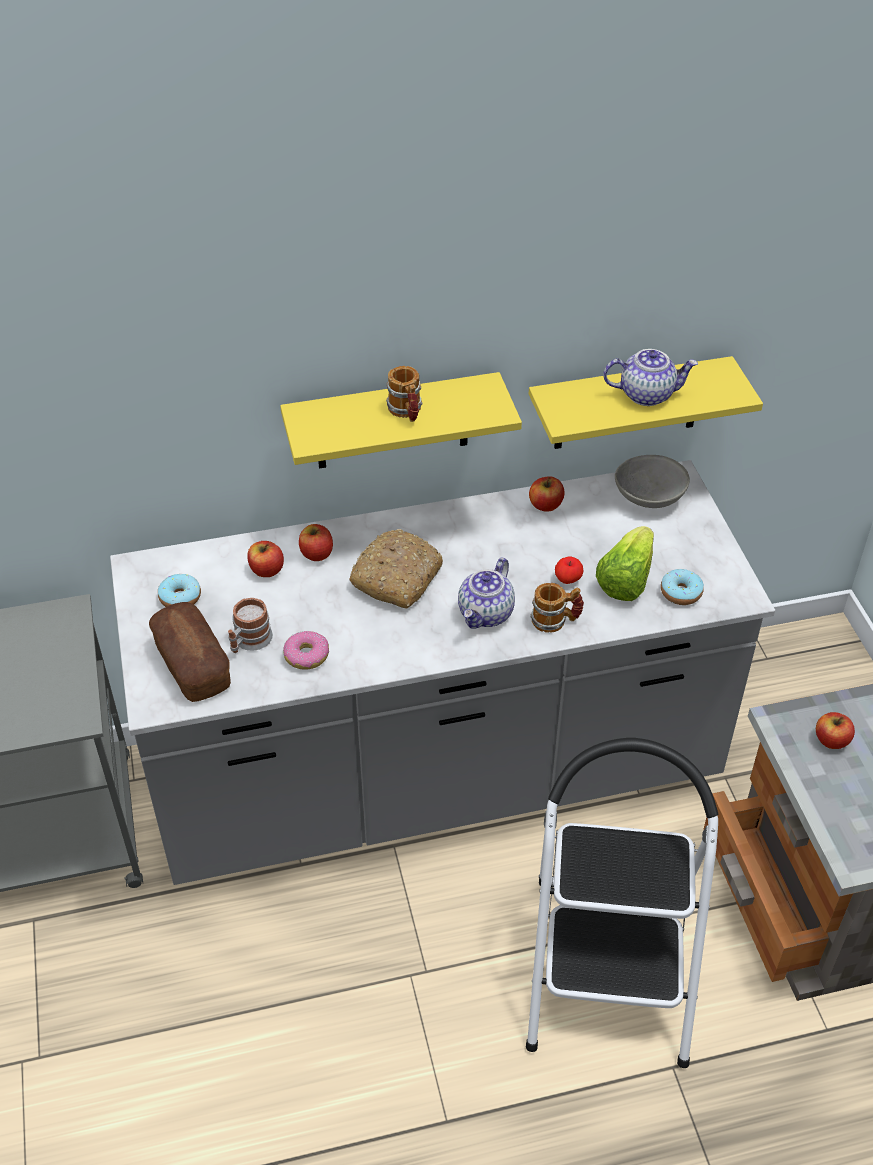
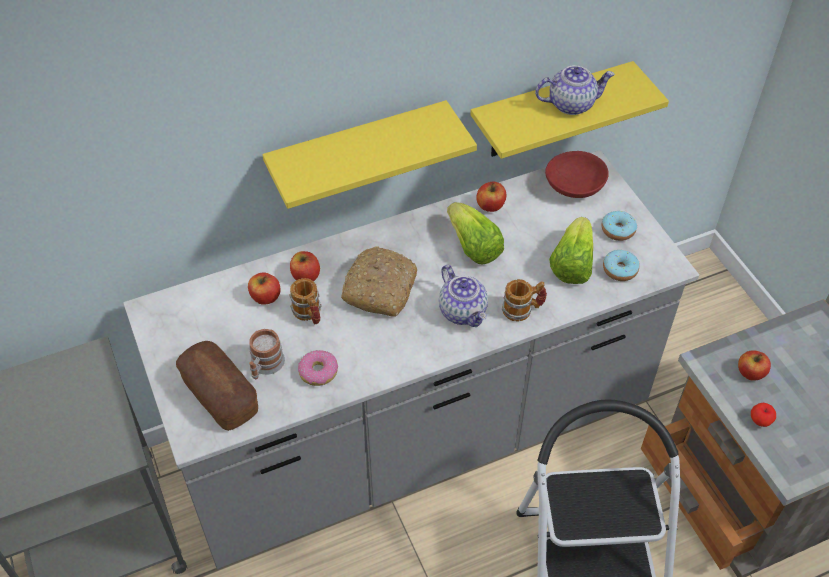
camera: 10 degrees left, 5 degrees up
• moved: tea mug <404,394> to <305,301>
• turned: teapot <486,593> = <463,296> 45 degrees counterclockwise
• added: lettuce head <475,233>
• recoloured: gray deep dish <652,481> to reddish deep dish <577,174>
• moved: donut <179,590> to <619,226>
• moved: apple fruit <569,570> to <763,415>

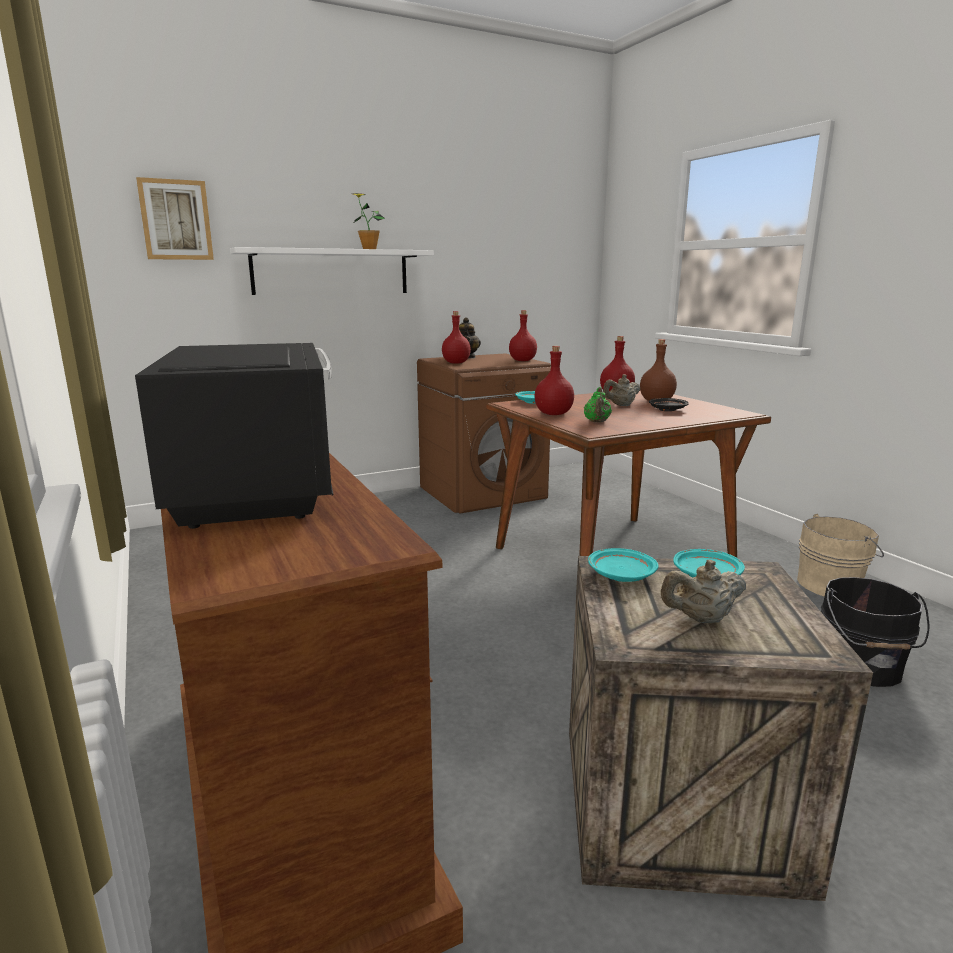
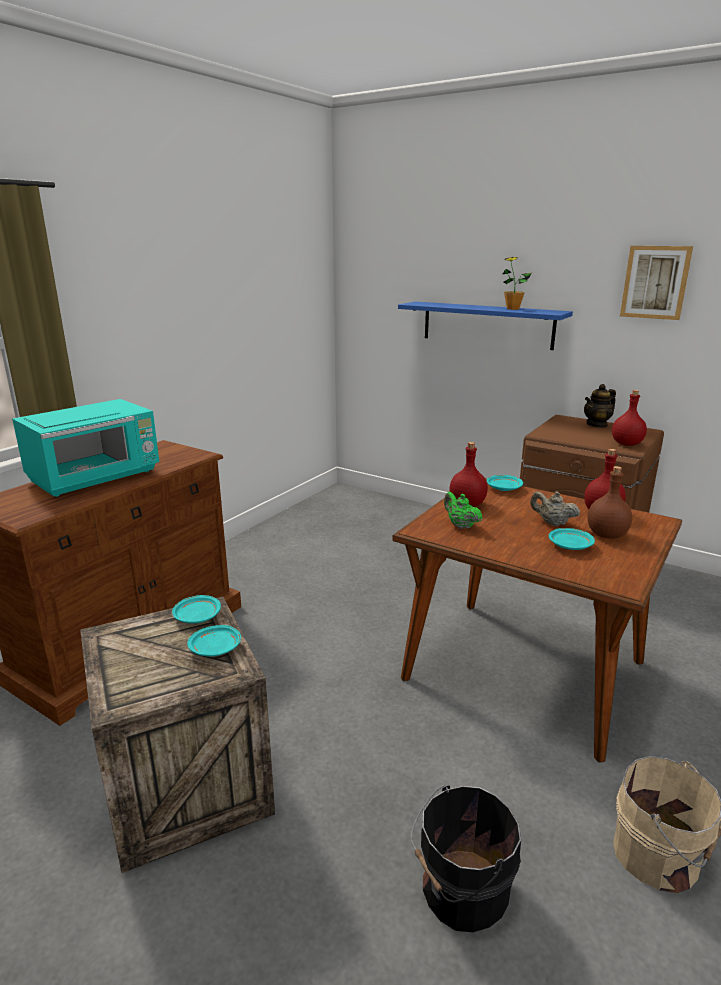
camera: 60 degrees right, 5 degrees up
• recoloured: black-coloured microwave oven <234,436> to turquoise microwave oven <85,448>
• recoloured: whitish bracket shelf <332,271> to blue-coloured bracket shelf <485,325>
• turned: green-coloured teapot <598,405> = <463,510> 75 degrees clockwise
• recoloured: black-coloured plate <669,404> to turquoise plate <572,539>
• moved: picture <175,218> to <656,283>
• removed: reddish bottle <456,337>
• removed: beige-coloured teapot <703,591>

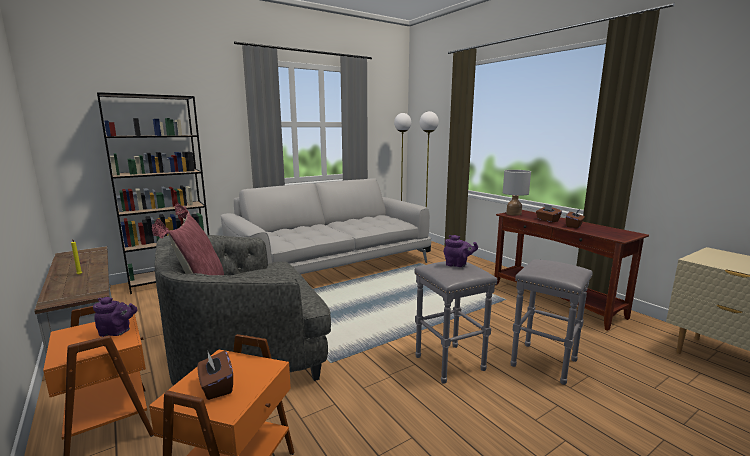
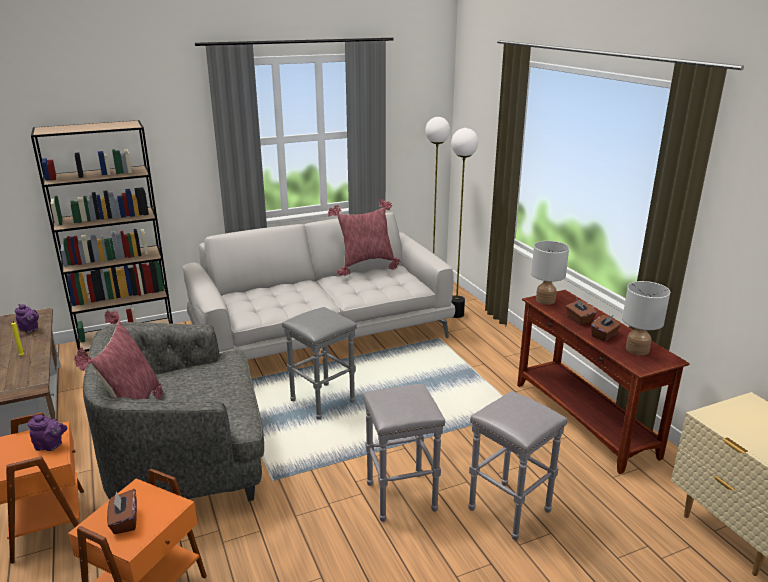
camera: 10 degrees right, 10 degrees up
• moved: purplish teapot <461,251> to <27,318>
• added: gray sitting stool <319,363>
• added: reddish cushion <364,237>
• added: gray lamp for a table <646,318>

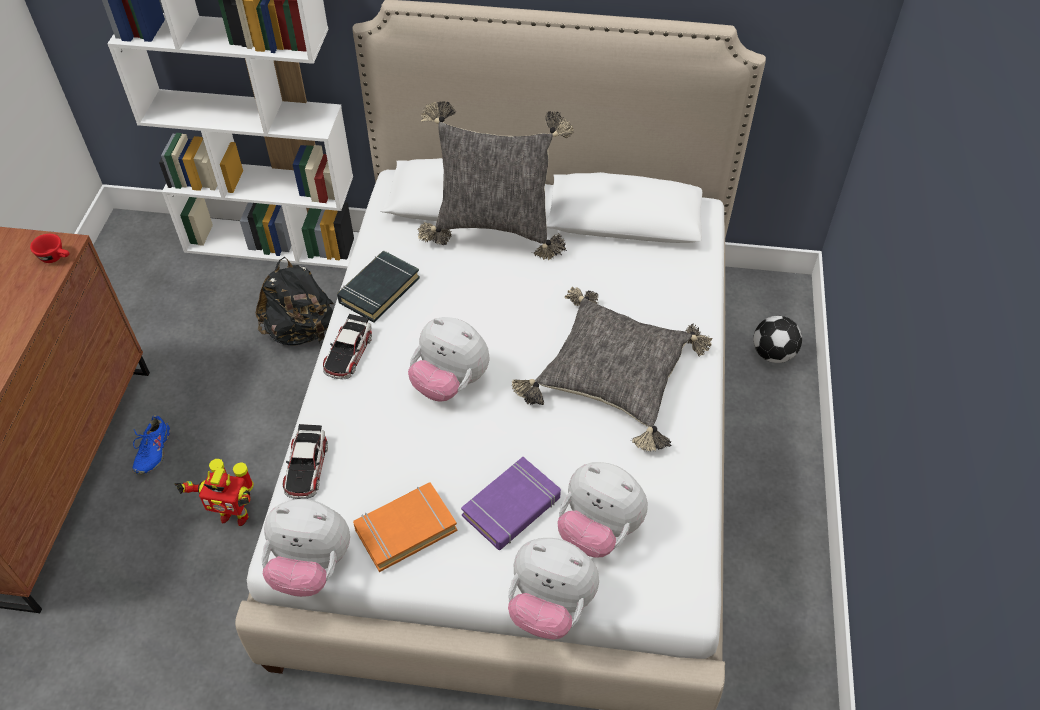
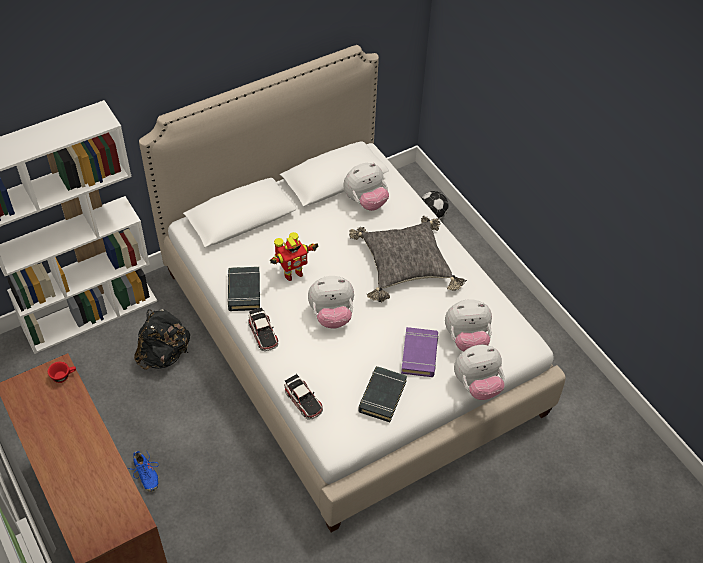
camera: 40 degrees left, 0 degrees up
• moved: model robot <214,492> to <294,256>
• moved: cuddly toy <305,548> to <366,187>
• recoloured: orange-coloured volume <405,527> to black-coloured volume <382,394>
• removed: cushion <496,180>

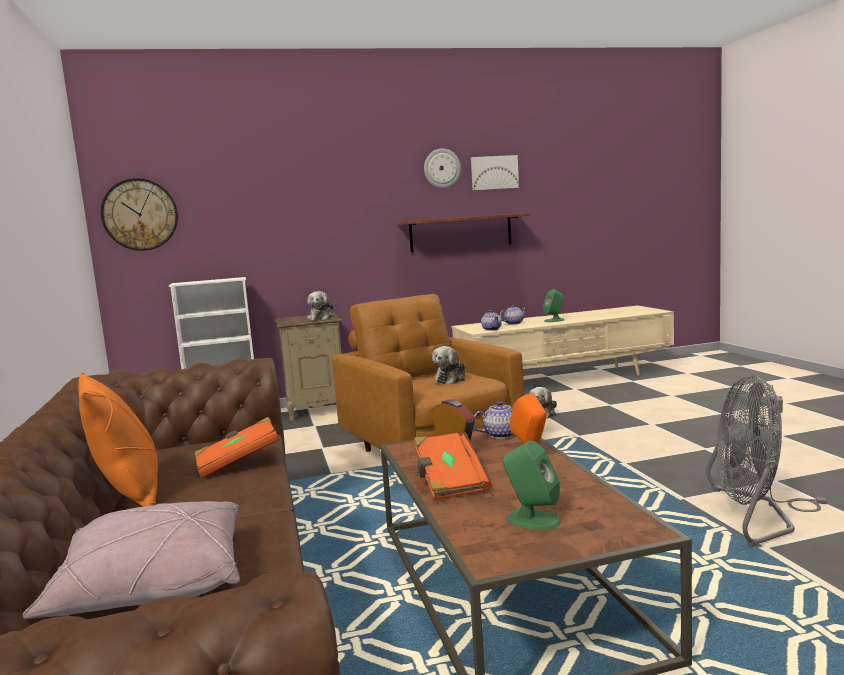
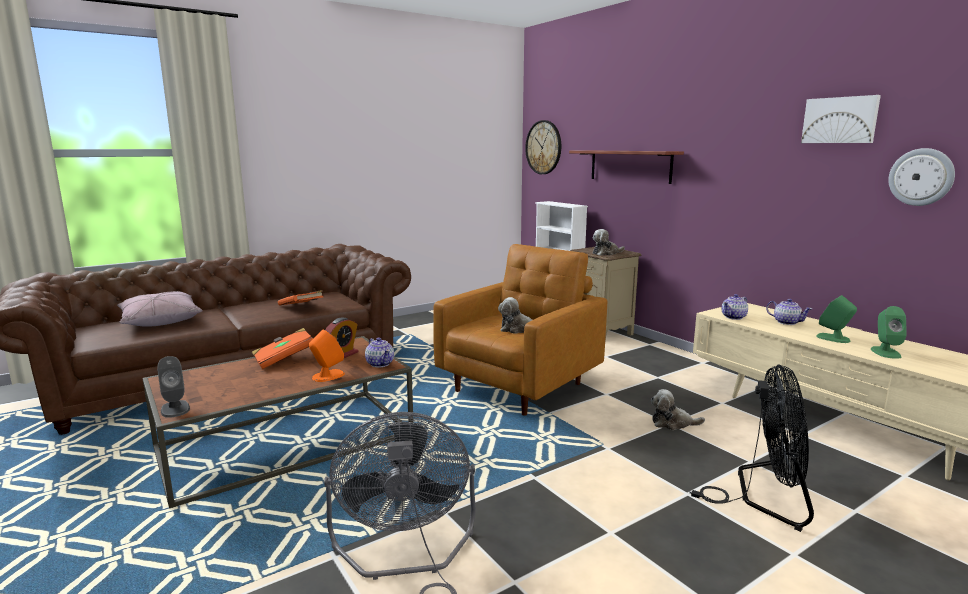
camera: 70 degrees right, 5 degrees up
• added: gray speaker <173,387>
• moved: bracket shelf <463,232> to <626,167>
• added: black-coloured electric fan <751,448>
• moved: green-coloured speaker <532,485> to <889,332>
• moved: clock on the wall <442,168> to <921,177>
• removed: orange-coloured cushion <118,439>

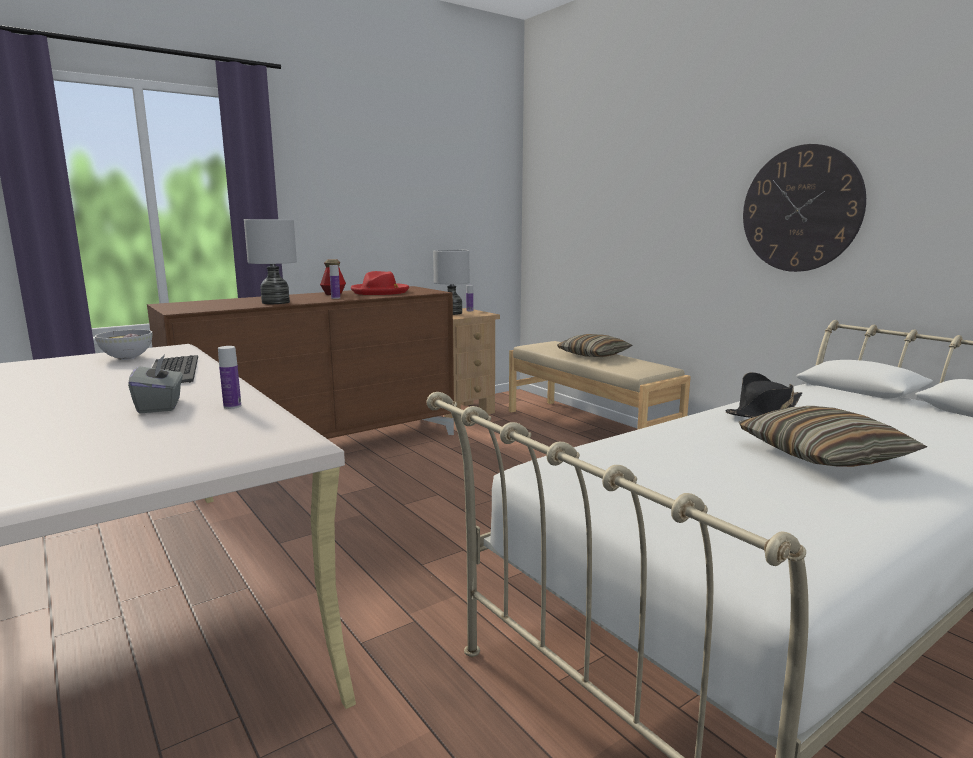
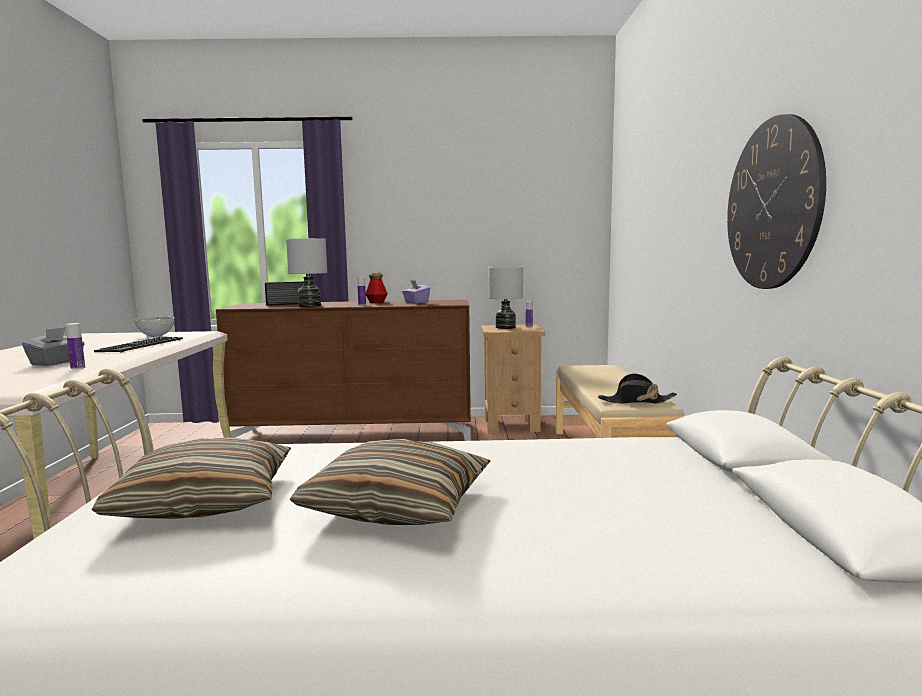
camera: 35 degrees right, 5 degrees down
• moved: cushion <595,345> to <191,478>
• added: radio <284,293>
• replaced: reddish clothing hat <380,283> to purplish box of tissues <416,291>
• moved: black-coloured clothing hat <764,395> to <637,389>

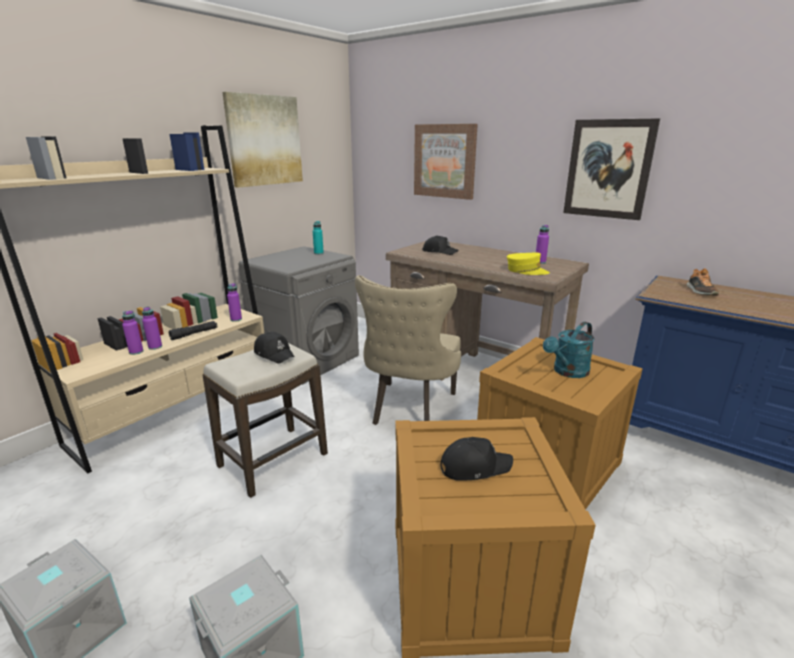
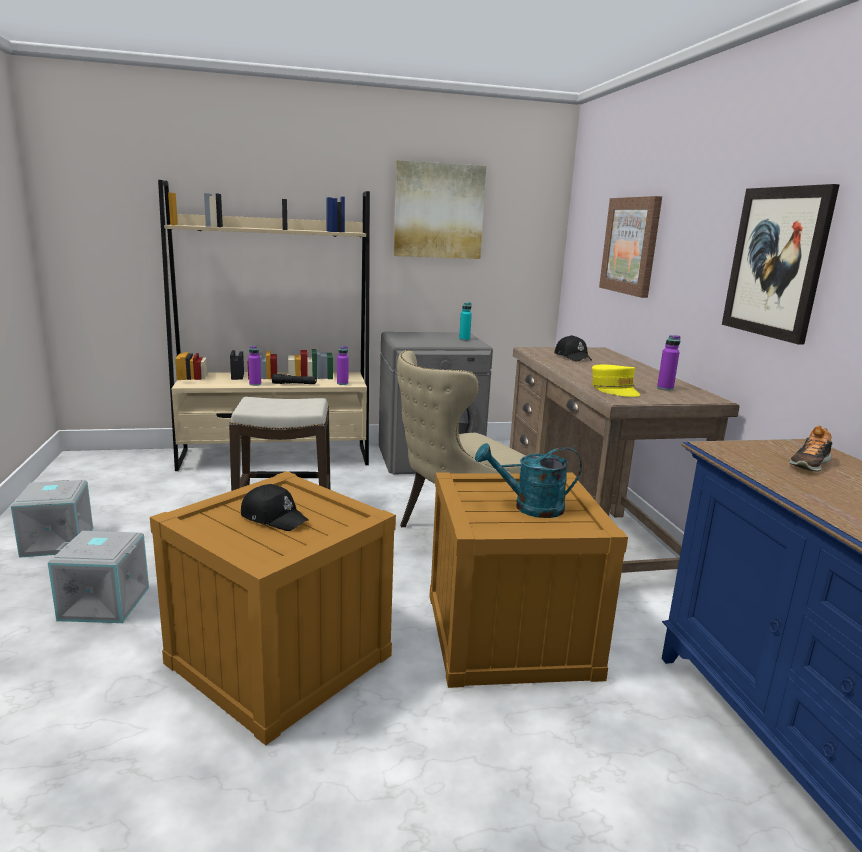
camera: 40 degrees right, 5 degrees down
• removed: purplish bottle <132,333>
• removed: black-coloured cap <274,347>

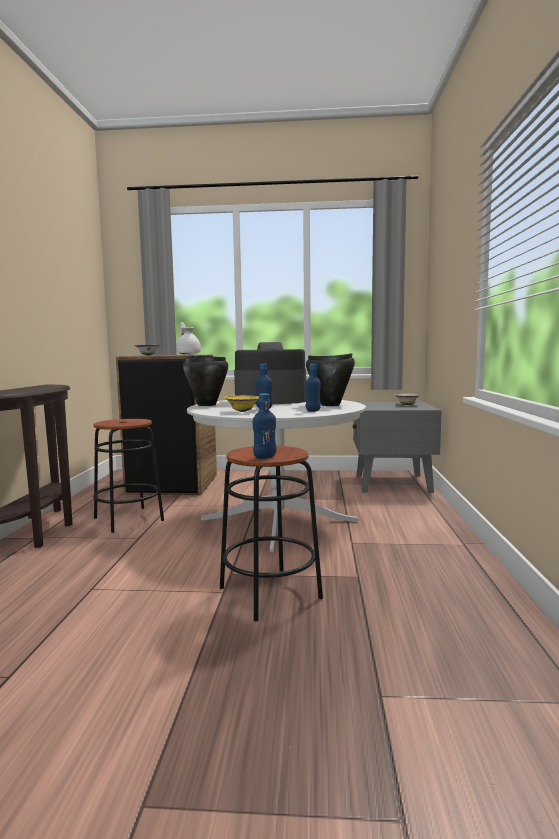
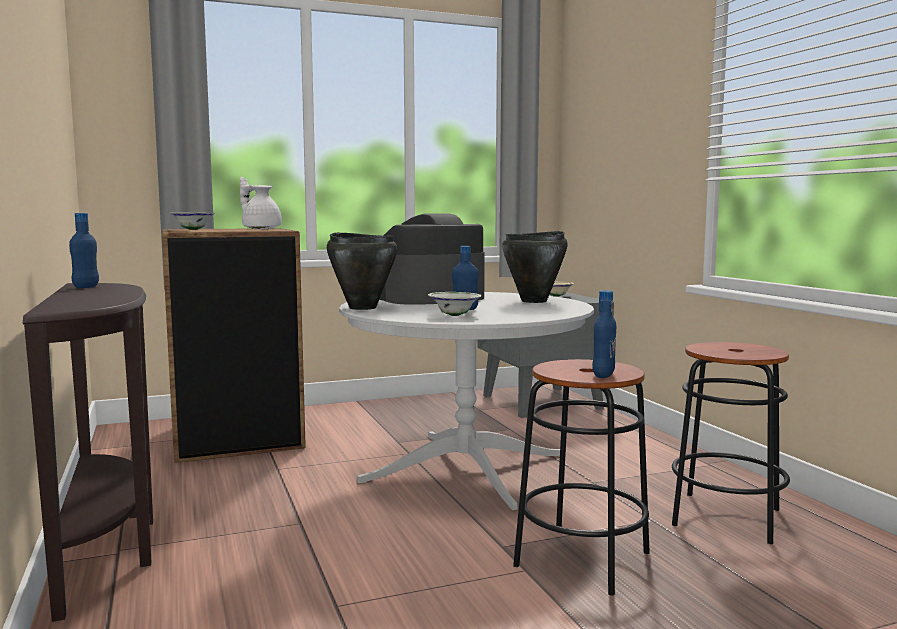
camera: 25 degrees left, 0 degrees up
• moved: blue-coloured bottle <313,388> to <84,250>
• recoloured: yellow-coloured deep dish <241,403> to whitish deep dish <455,304>
• moved: black-coloured sitting stool <128,476> to <731,443>

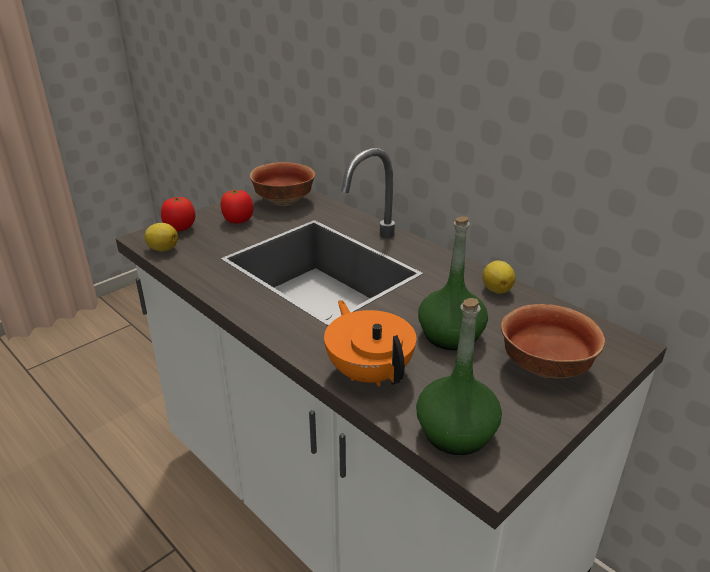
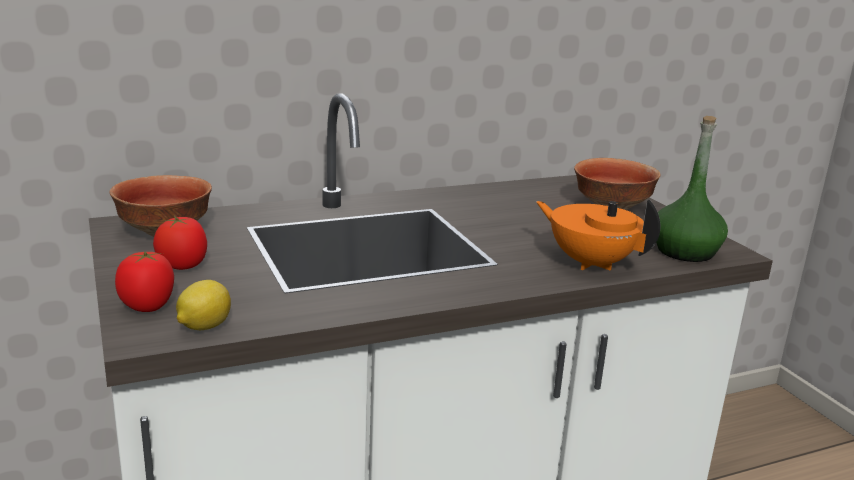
camera: 70 degrees left, 10 degrees down
• turned: orange-coloured teapot <370,343> = <598,235> 45 degrees clockwise
• removed: green-coloured bottle <453,283>
• removed: citrus fruit <499,277>

